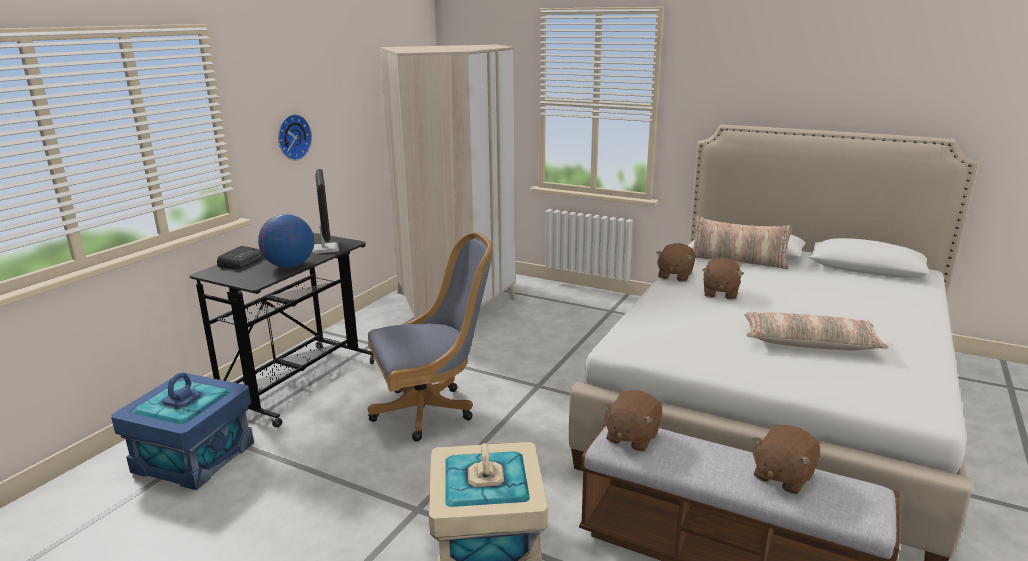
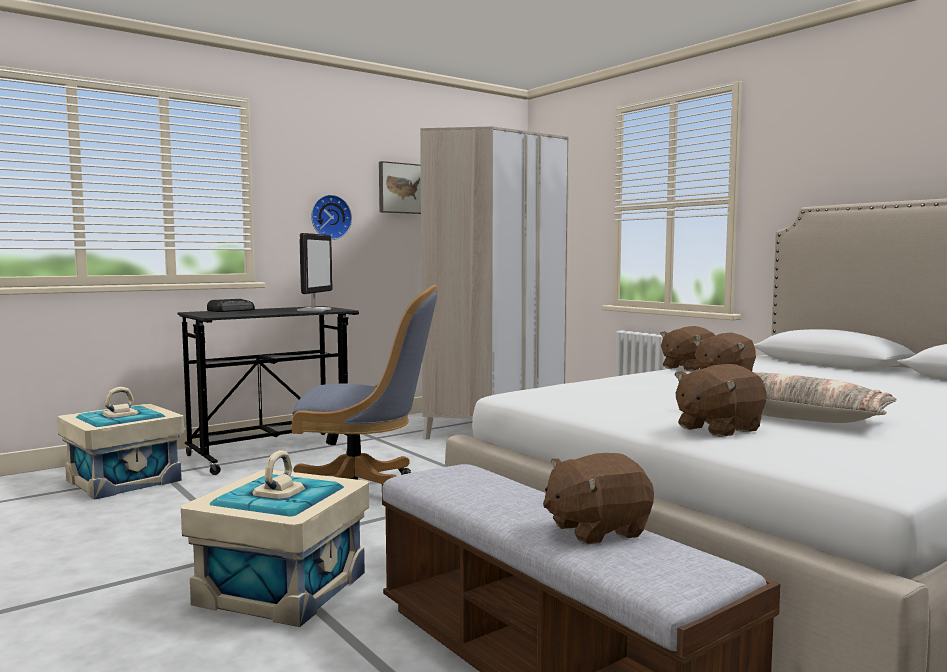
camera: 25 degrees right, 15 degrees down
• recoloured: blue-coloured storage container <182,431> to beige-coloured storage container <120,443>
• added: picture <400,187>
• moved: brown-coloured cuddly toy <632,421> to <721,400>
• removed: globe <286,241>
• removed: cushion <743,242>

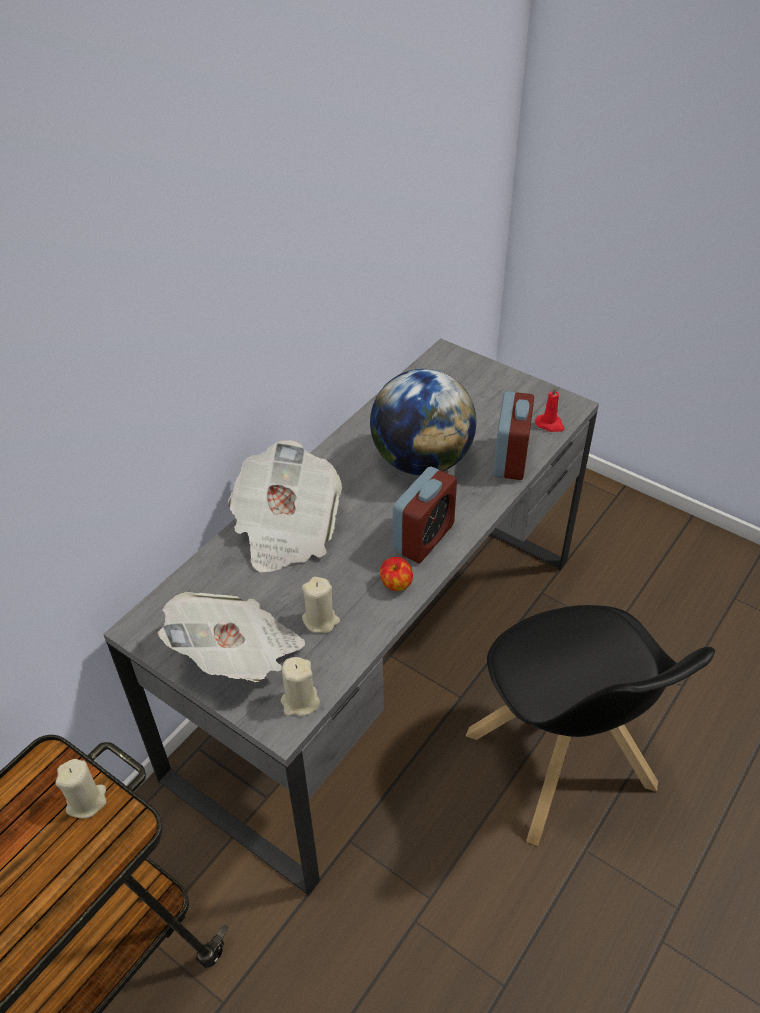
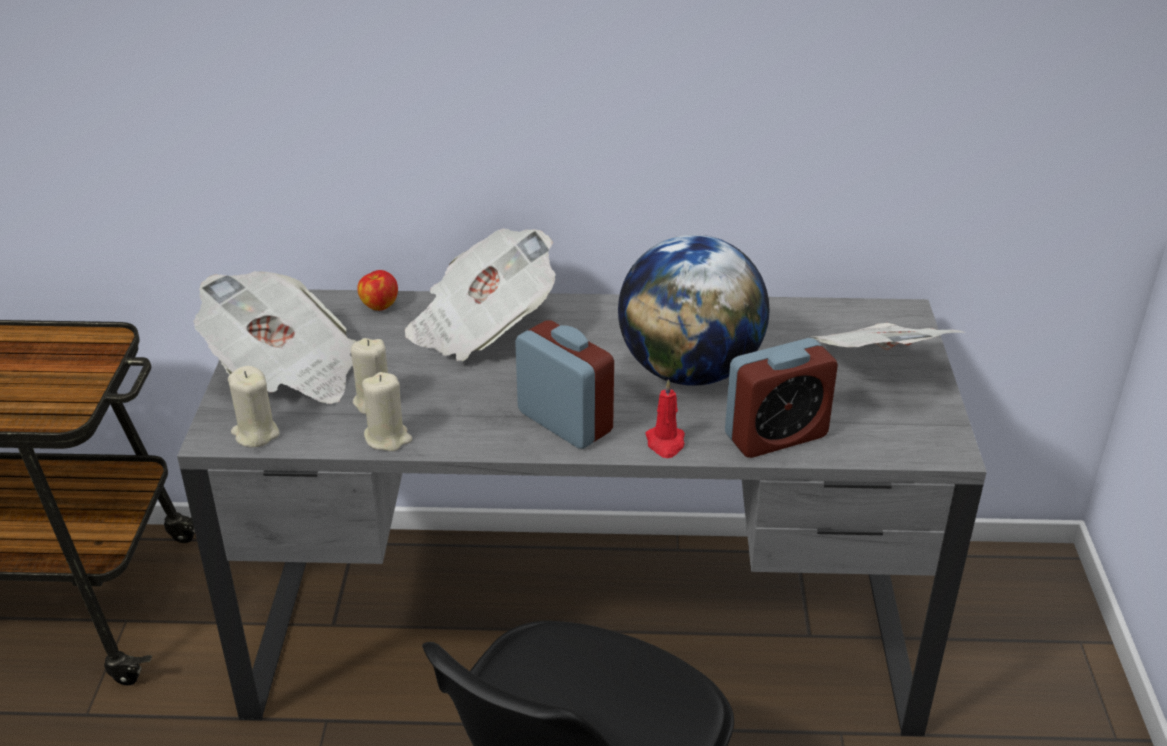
camera: 55 degrees right, 10 degrees down
• moved: apple fruit <396,574> to <377,290>
• moved: beige-coloured wax light <81,789> to <387,411>
• turned: table clock <425,514> = <564,384> 135 degrees counterclockwise
• moved: reddish wax light <550,409> to <665,418>
• added: printed paper <888,336>

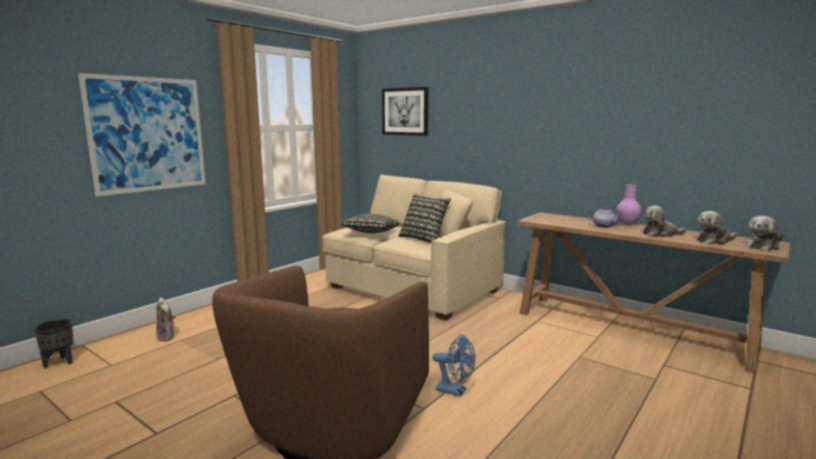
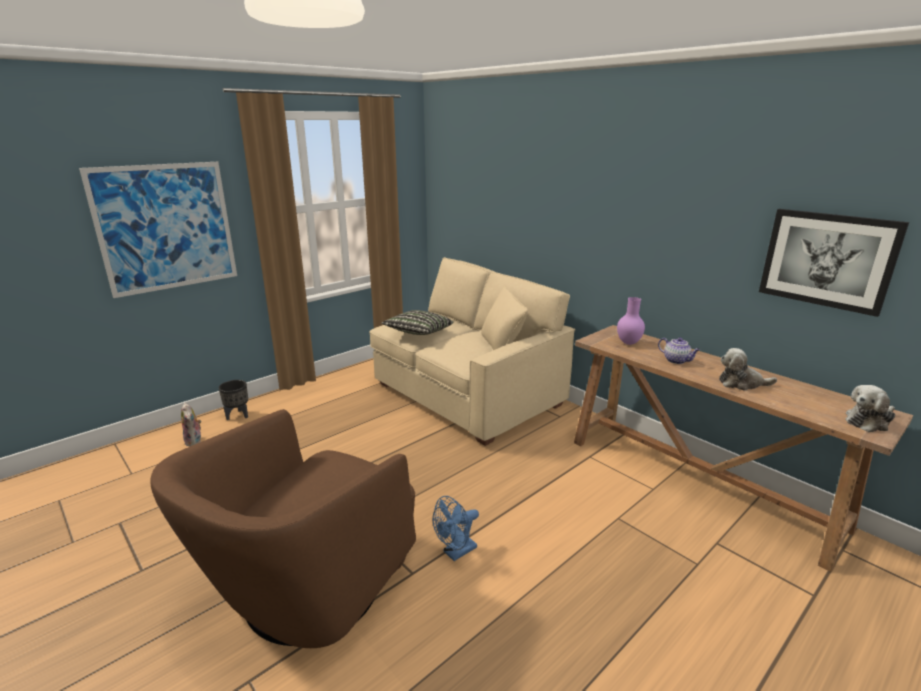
camera: 10 degrees right, 10 degrees up
• moved: black-coloured planter <54,343> to <233,400>
• turned: blue-coloured electric fan <454,365> = <456,528> 105 degrees clockwise
• moved: purplish vase <628,205> to <631,321>
• moved: picture <405,111> to <834,263>
• removed: cushion <424,218>
• removed: cuddly toy <717,227>

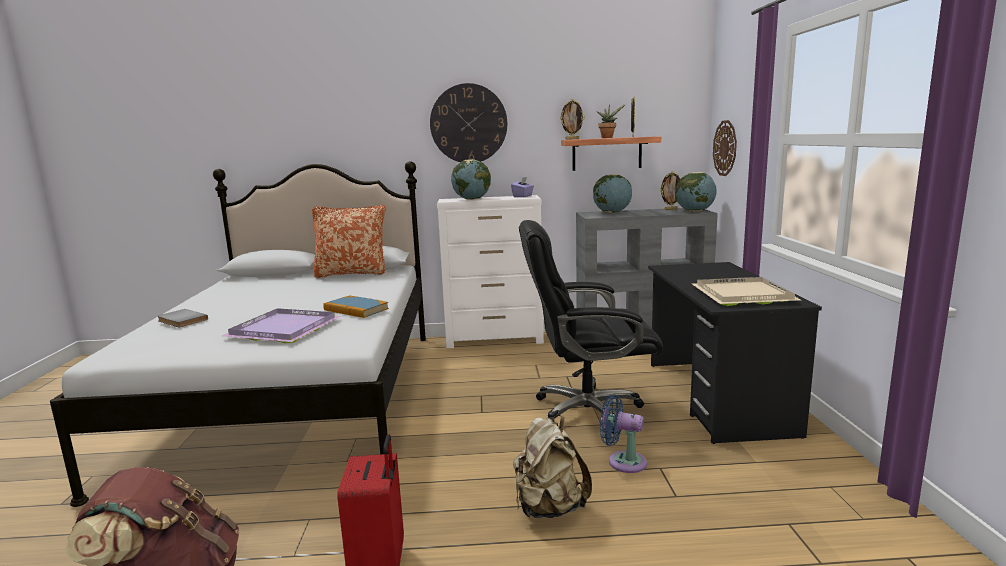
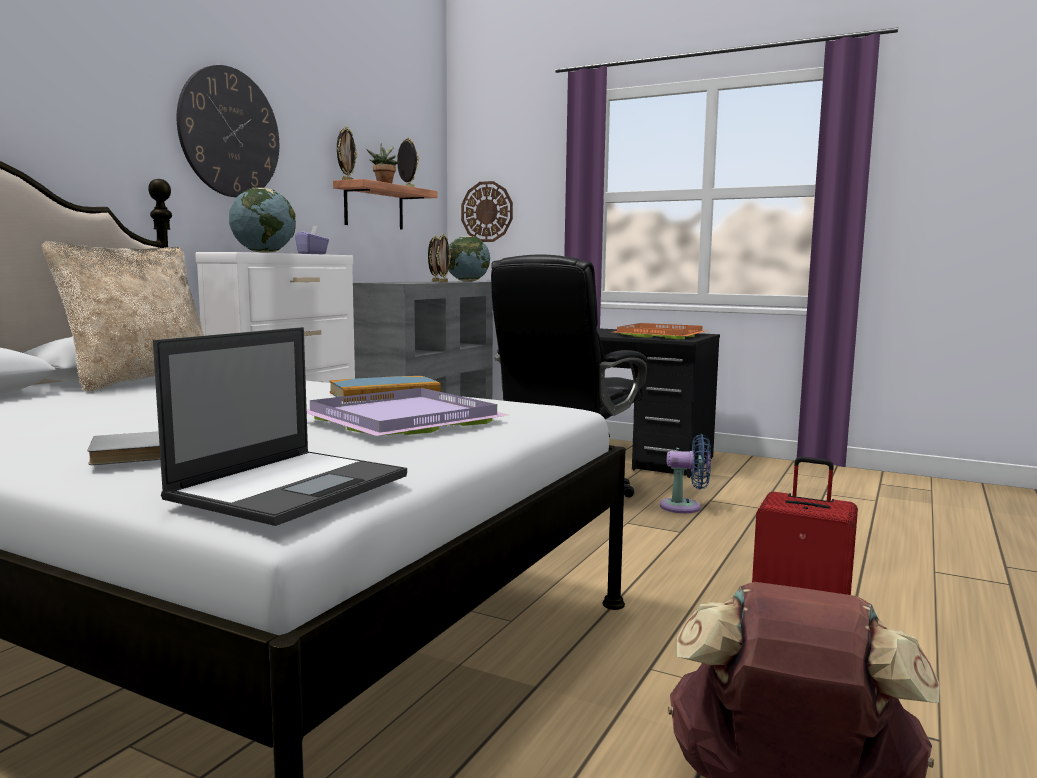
camera: 60 degrees left, 5 degrees down
• recoloured: orange-coloured cushion <349,241> to beige-coloured cushion <123,316>
• added: notebook computer <280,426>
• added: standing frame <443,258>
• recoloured: beige-coloured carrying tray <746,291> to orange-coloured carrying tray <660,331>
• turned: blue-coloured electric fan <623,433> = <685,473> 135 degrees counterclockwise
• removed: beige-coloured knapsack <552,466>
• removed: globe <612,193>

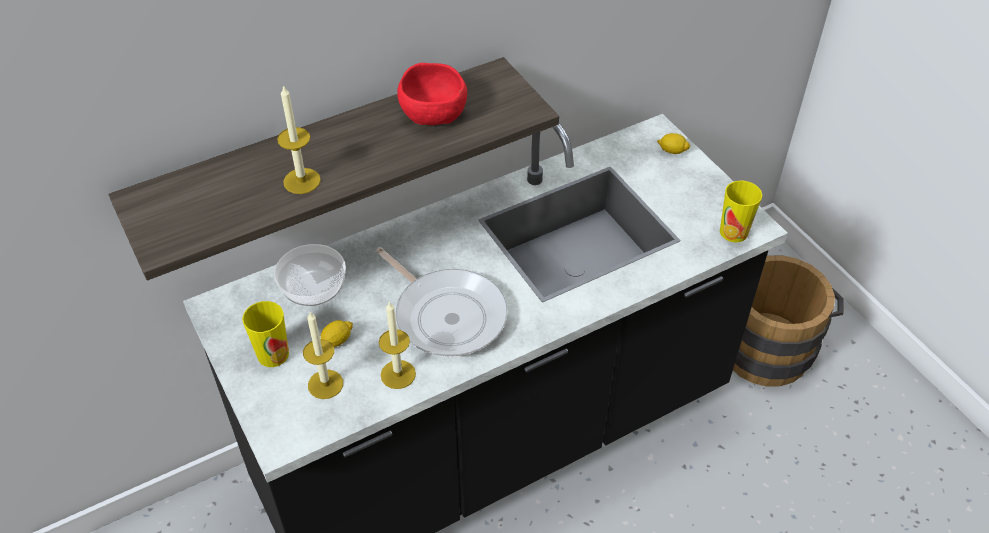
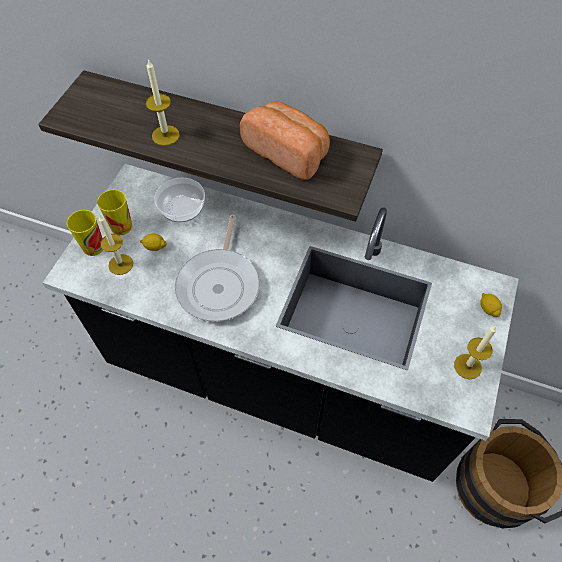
camera: 50 degrees right, 10 degrees up
• moved: drinking cup <741,211> to <85,233>
• replaced: reddish deep dish <432,94> to bakery bread <285,140>
• moved: wax light <397,345> to <475,352>

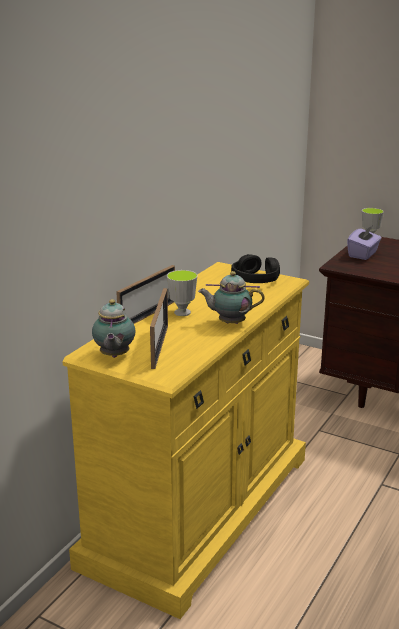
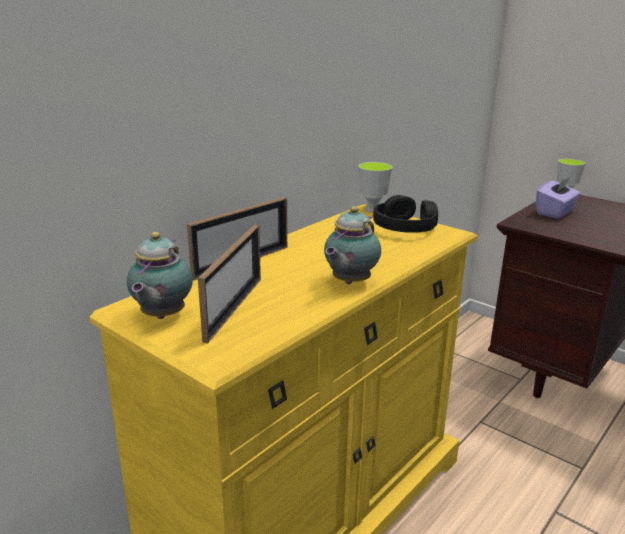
camera: 10 degrees right, 0 degrees up
• turned: teapot <231,297> = <352,245> 75 degrees counterclockwise
• moved: drinking cup <182,293> to <375,187>

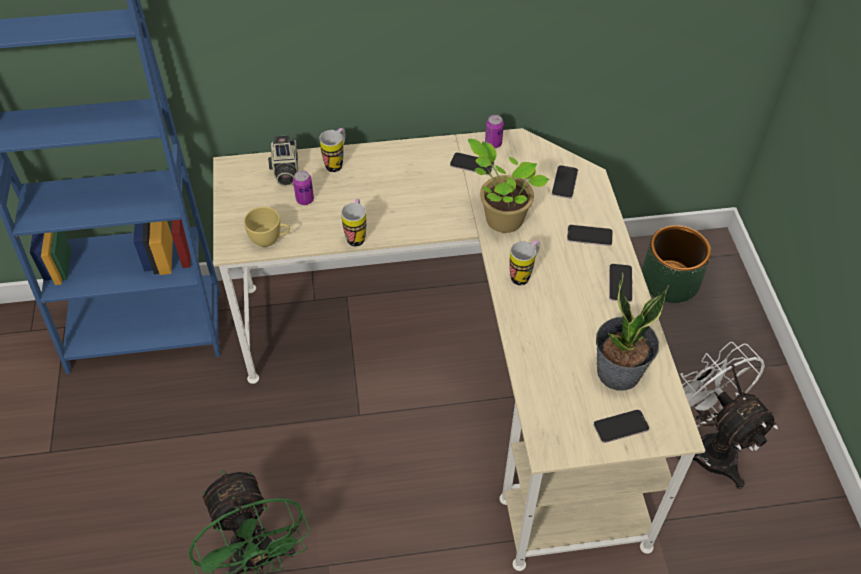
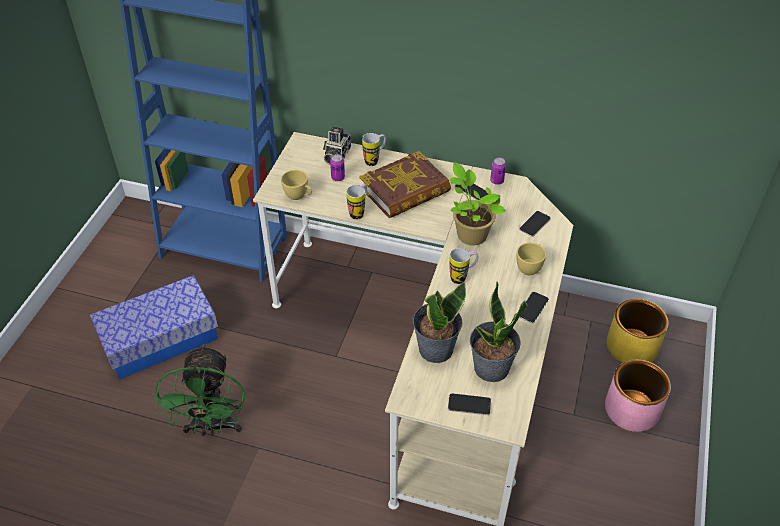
camera: 25 degrees right, 5 degrees down
• added: storage container <154,327>
• added: volume <405,184>
• added: houseplant <439,322>
• replaced: handset <590,235> to yellow-coloured drinking cup <531,259>
• added: pink-coloured planter <638,396>
• recoloured: green-coloured planter <676,264> to yellow-coloured planter <637,331>
• removed: whitish electric fan <726,415>

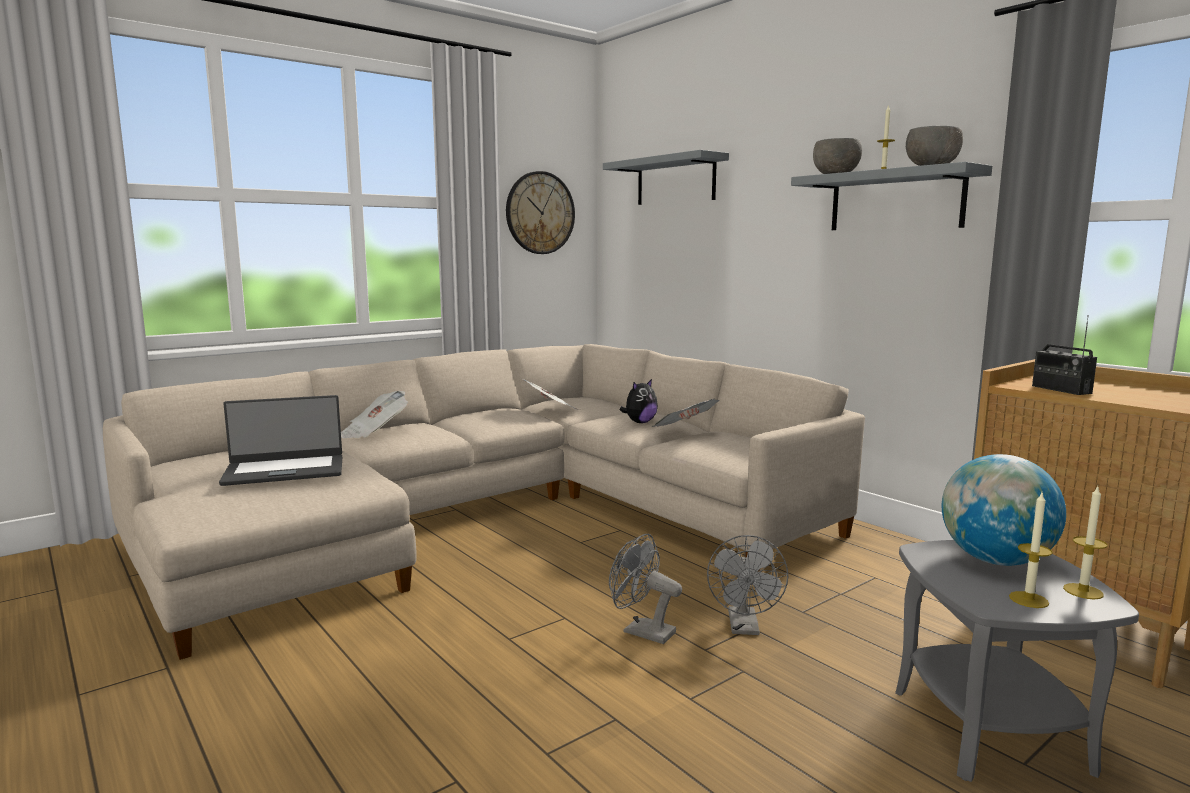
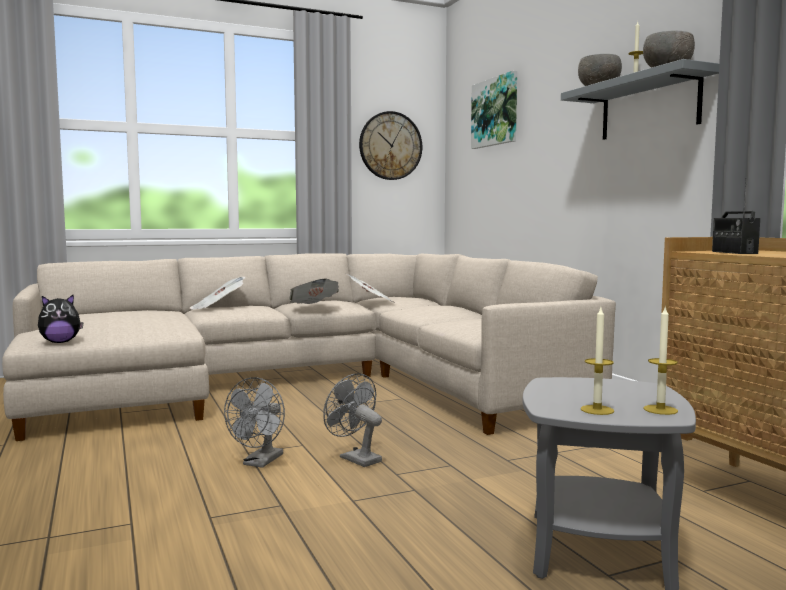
camera: 15 degrees right, 5 degrees down
• moved: cuddly toy <639,401> to <61,318>
• moved: gray electric fan <747,585> to <254,422>
• moved: printed paper <685,413> to <314,291>
• replaced: gray bracket shelf <666,177> to picture <494,110>
• removed: notebook computer <280,440>
• removed: globe <1004,510>

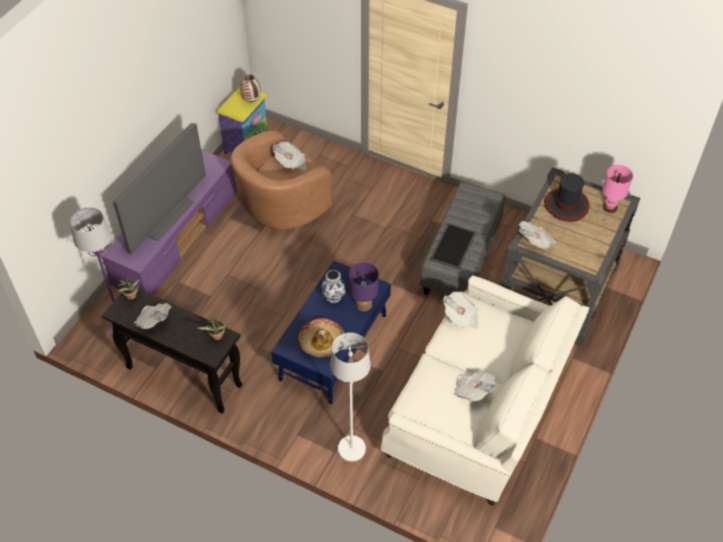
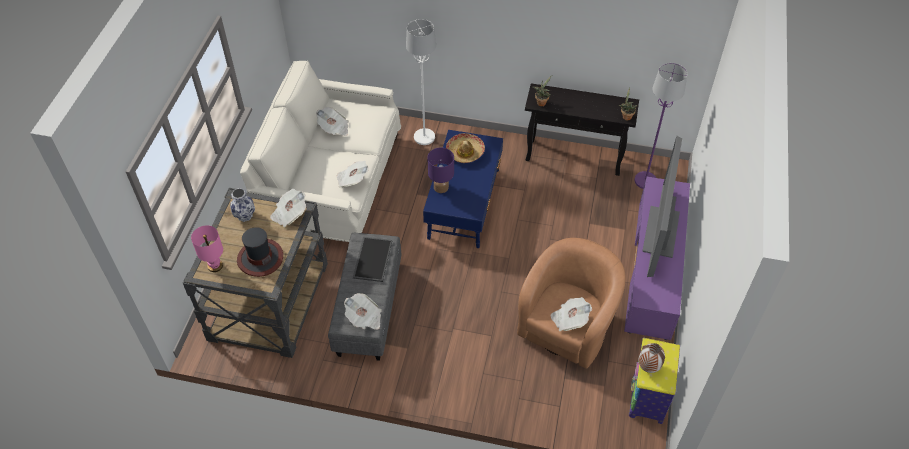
camera: 165 degrees right, 0 degrees up
• moved: vase <333,286> to <242,205>
• moved: printed paper <153,316> to <363,311>

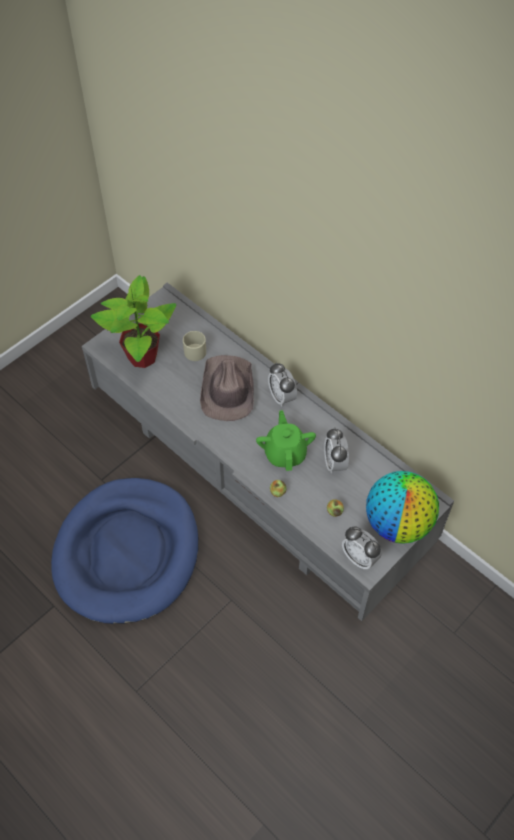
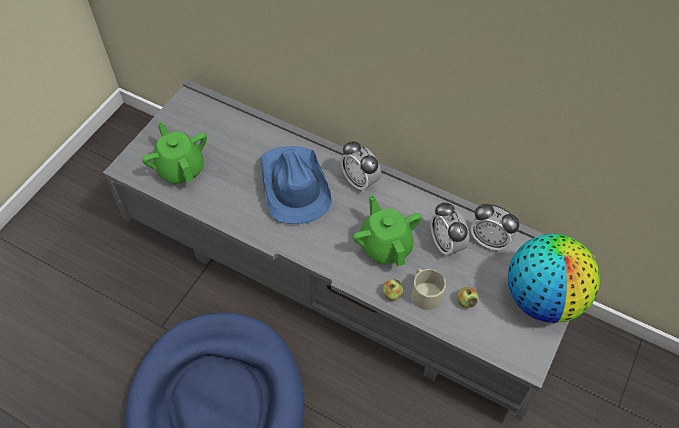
camera: 15 degrees left, 0 degrees up
• replaced: houseplant <133,321> to green-coloured teapot <174,153>
• recoloured: brown-coloured clothing hat <227,388> to blue-coloured clothing hat <296,185>
• moved: beige-coloured tea mug <194,346> to <429,289>
• moved: table clock <362,548> to <494,228>

